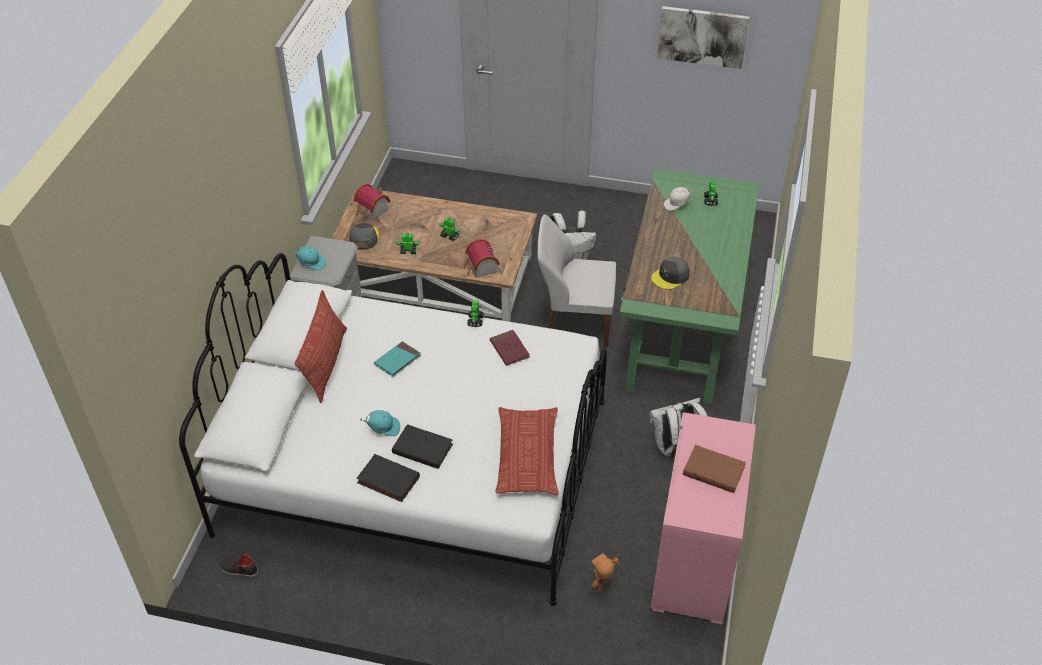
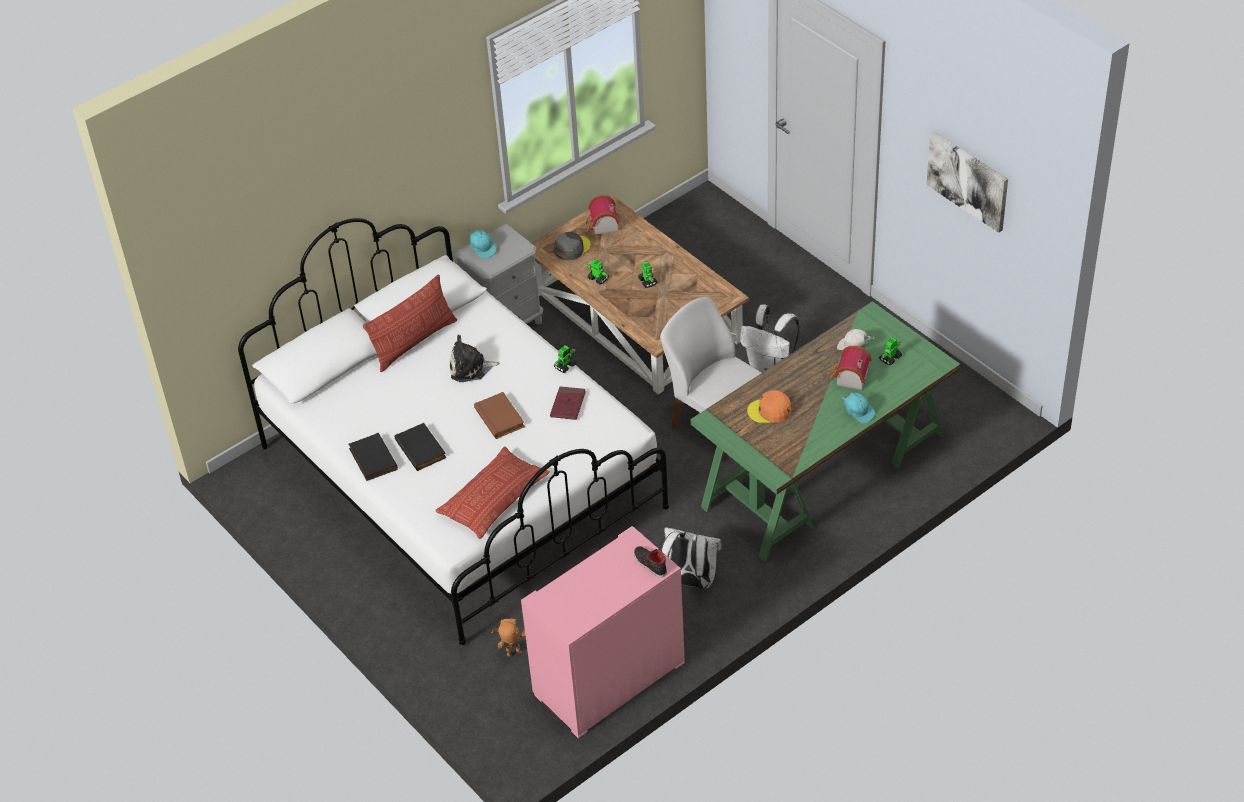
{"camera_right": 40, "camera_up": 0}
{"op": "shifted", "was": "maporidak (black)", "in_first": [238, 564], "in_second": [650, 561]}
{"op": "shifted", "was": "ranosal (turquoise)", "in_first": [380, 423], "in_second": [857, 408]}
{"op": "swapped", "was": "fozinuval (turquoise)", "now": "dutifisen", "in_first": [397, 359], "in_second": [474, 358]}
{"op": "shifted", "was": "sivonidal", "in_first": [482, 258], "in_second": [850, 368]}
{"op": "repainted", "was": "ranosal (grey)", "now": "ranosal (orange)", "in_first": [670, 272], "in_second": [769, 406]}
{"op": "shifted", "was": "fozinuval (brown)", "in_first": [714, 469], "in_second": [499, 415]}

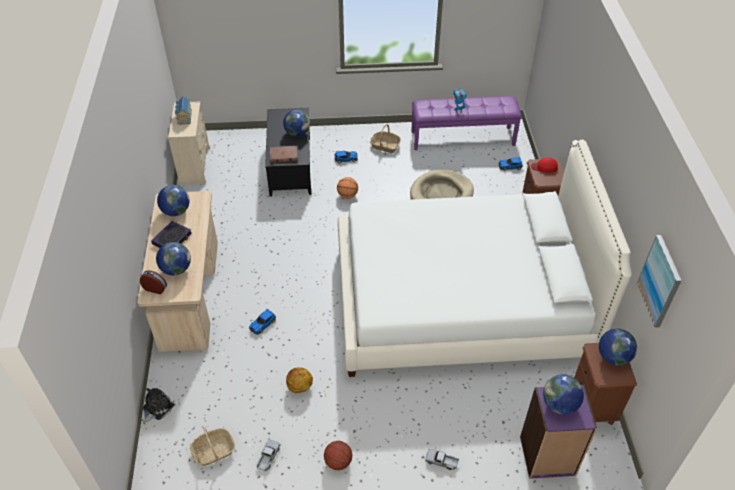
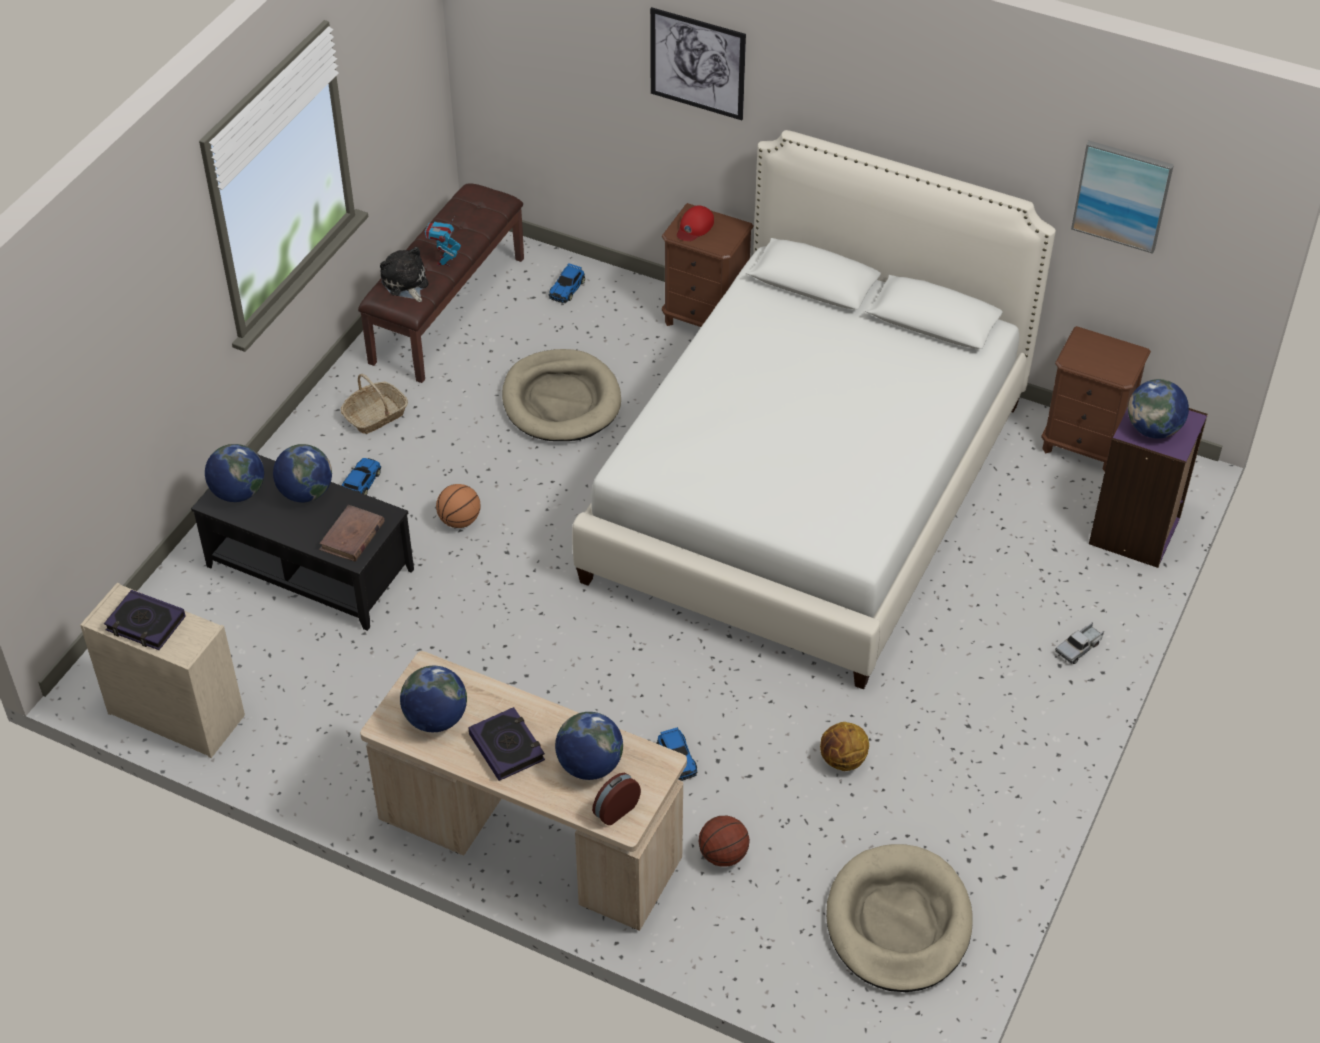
{"camera_right": -60, "camera_up": 0}
{"op": "shifted", "was": "dutifisen", "in_first": [158, 406], "in_second": [404, 274]}
{"op": "swapped", "was": "sivonidal", "now": "fozinuval", "in_first": [183, 110], "in_second": [145, 620]}
{"op": "swapped", "was": "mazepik", "now": "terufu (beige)", "in_first": [212, 446], "in_second": [899, 918]}
{"op": "gone", "was": "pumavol", "in_first": [268, 455]}
{"op": "shifted", "was": "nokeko", "in_first": [338, 455], "in_second": [724, 841]}
{"op": "repainted", "was": "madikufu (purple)", "now": "madikufu (brown)", "in_first": [466, 123], "in_second": [441, 283]}
{"op": "shifted", "was": "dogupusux", "in_first": [618, 347], "in_second": [234, 473]}
{"op": "new", "now": "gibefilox", "in_second": [698, 63]}

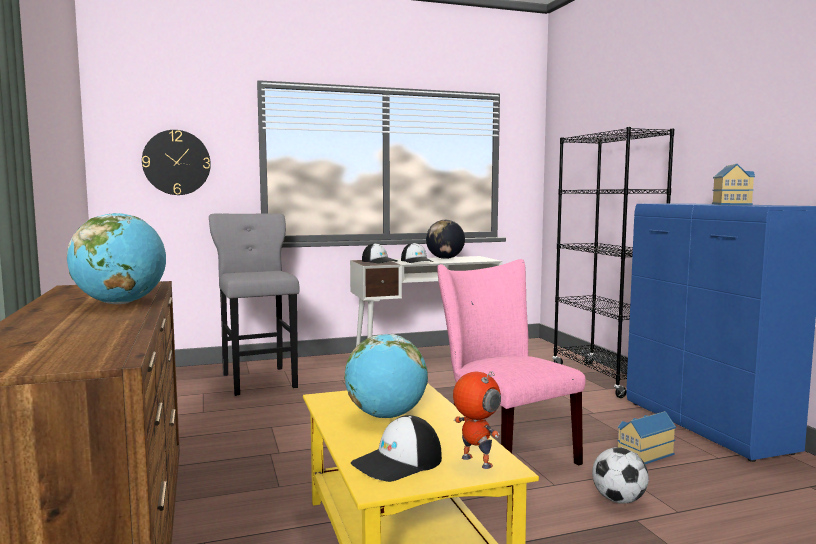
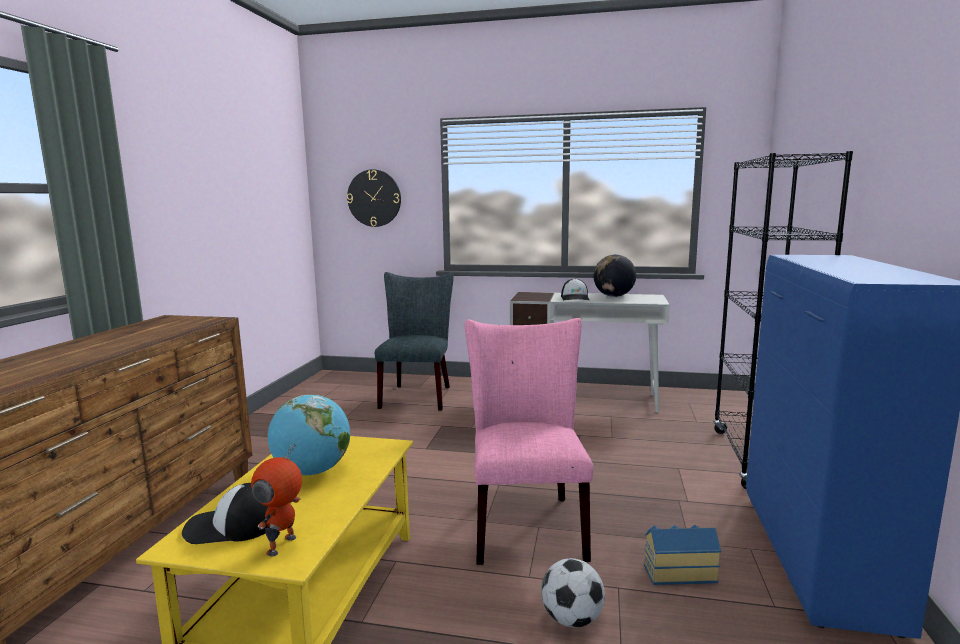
{"camera_right": 30, "camera_up": 5}
{"op": "gone", "was": "dogupusux", "in_first": [116, 258]}
{"op": "swapped", "was": "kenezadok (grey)", "now": "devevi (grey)", "in_first": [254, 304], "in_second": [414, 341]}
{"op": "gone", "was": "ranosal", "in_first": [380, 253]}
{"op": "rotated", "was": "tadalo", "in_first": [477, 420], "in_second": [276, 500], "clockwise": -150}
{"op": "gone", "was": "sivonidal", "in_first": [733, 184]}

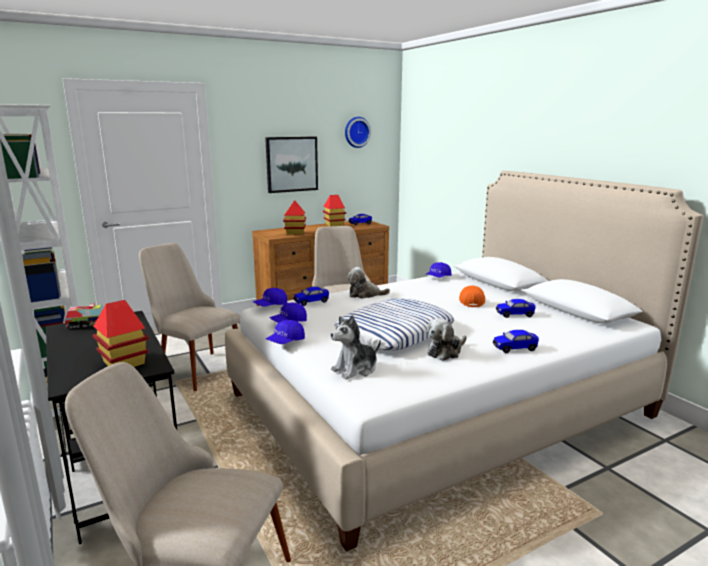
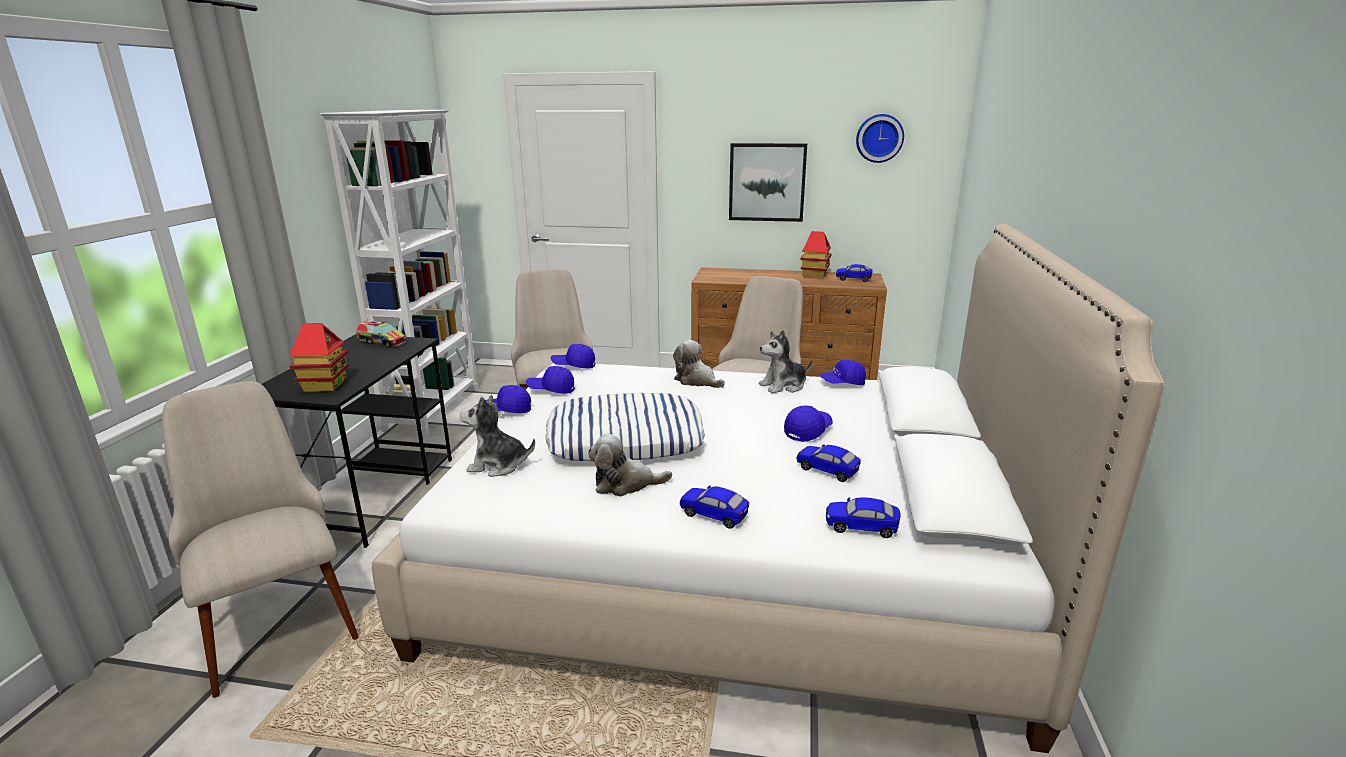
{"camera_right": 40, "camera_up": 5}
{"op": "gone", "was": "sivonidal", "in_first": [294, 217]}
{"op": "shifted", "was": "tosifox", "in_first": [311, 296], "in_second": [863, 517]}
{"op": "repainted", "was": "ranosal (orange)", "now": "ranosal (blue)", "in_first": [472, 296], "in_second": [808, 423]}
{"op": "new", "now": "dutifisen", "in_second": [785, 362]}

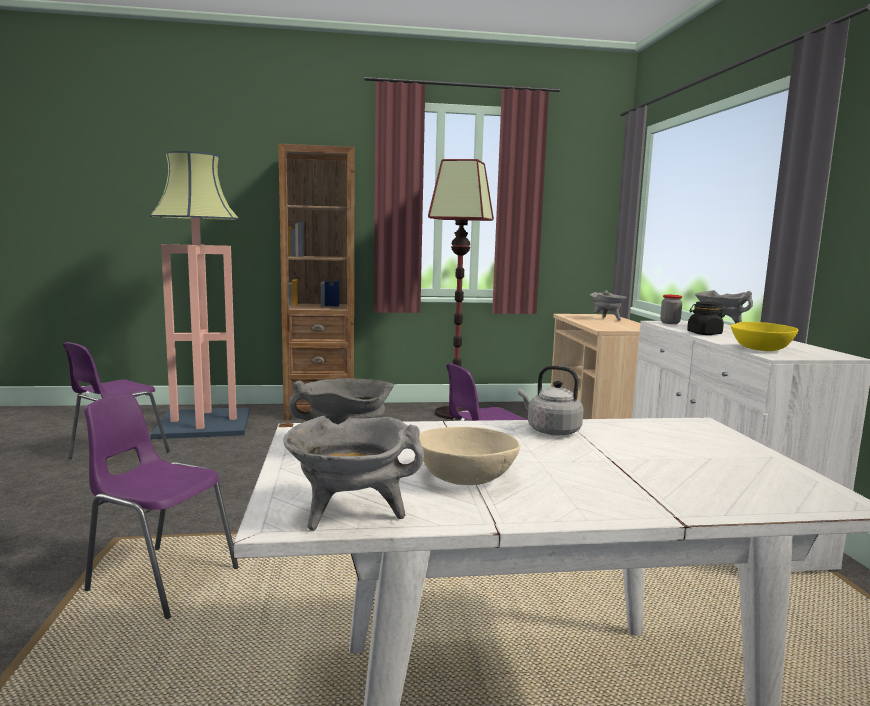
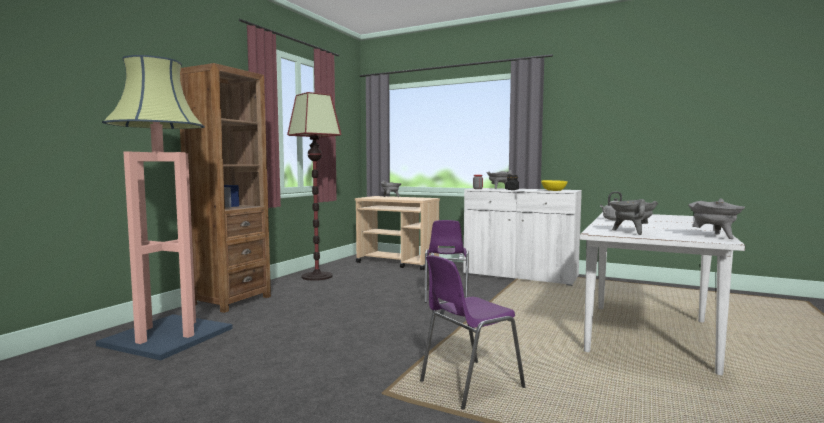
{"camera_right": -55, "camera_up": -5}
{"op": "gone", "was": "devevi (purple)", "in_first": [116, 401]}
{"op": "gone", "was": "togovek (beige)", "in_first": [469, 456]}

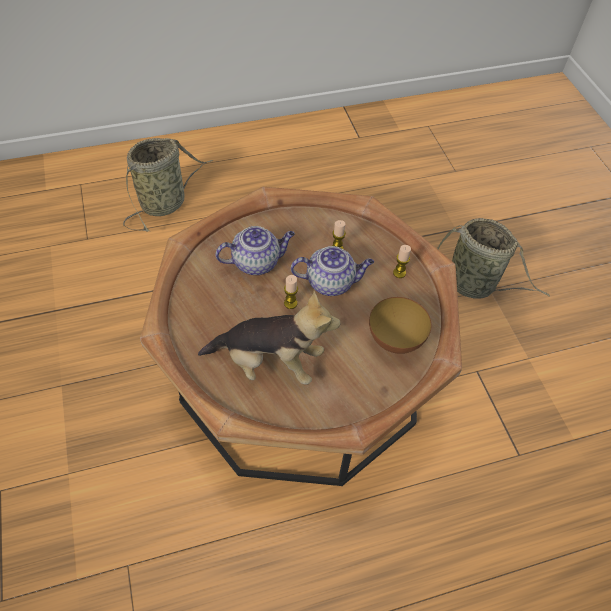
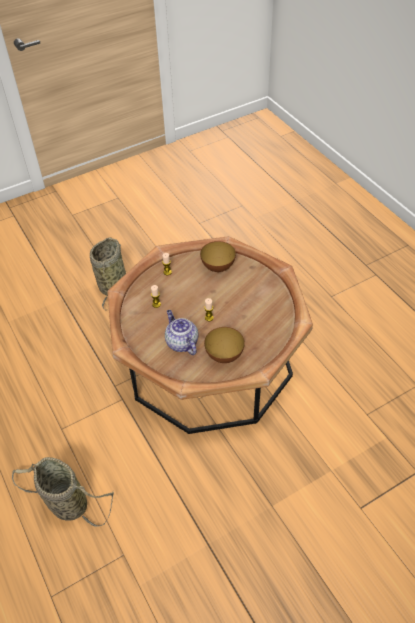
{"camera_right": -100, "camera_up": -5}
{"op": "gone", "was": "dutifisen", "in_first": [269, 338]}
{"op": "gone", "was": "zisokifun", "in_first": [332, 271]}
{"op": "new", "now": "togovek", "in_second": [224, 345]}

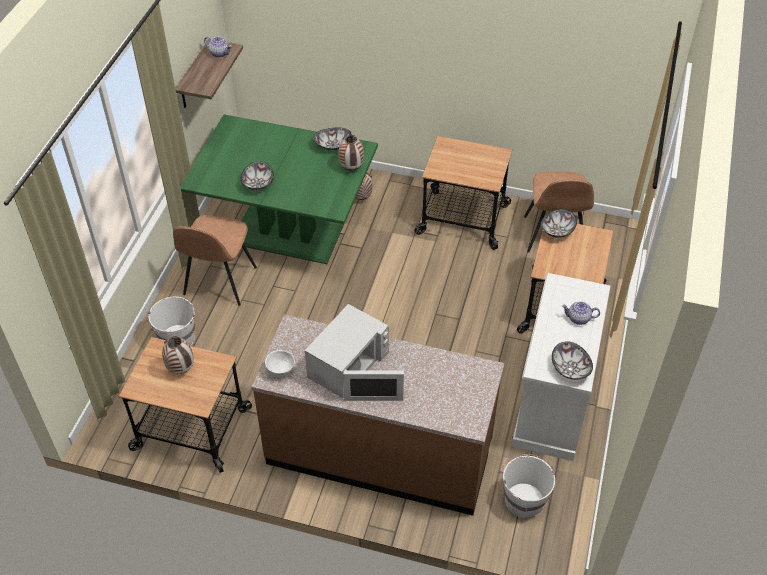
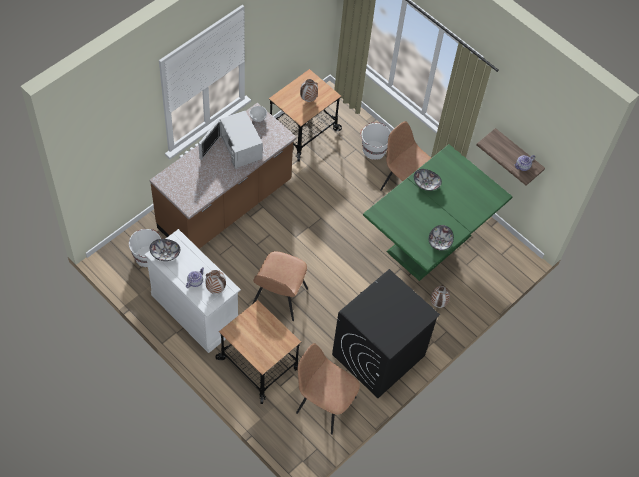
{"camera_right": 115, "camera_up": 10}
{"op": "shifted", "was": "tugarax", "in_first": [351, 152], "in_second": [215, 282]}
{"op": "swapped", "was": "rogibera", "now": "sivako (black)", "in_first": [463, 193], "in_second": [386, 333]}
{"op": "gone", "was": "togovek", "in_first": [558, 223]}
{"op": "new", "now": "devevi (brown)", "in_second": [280, 286]}

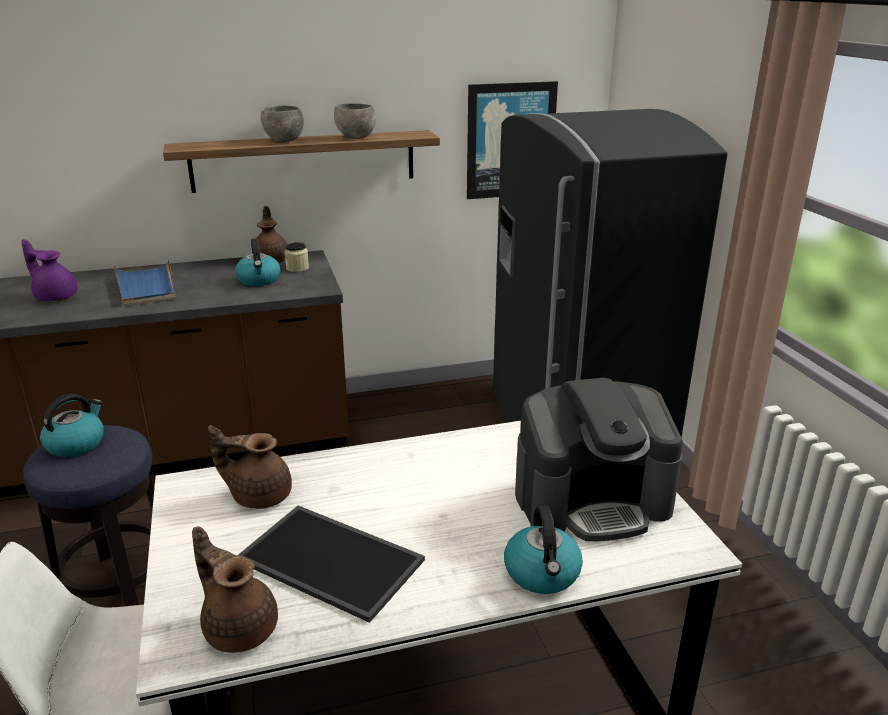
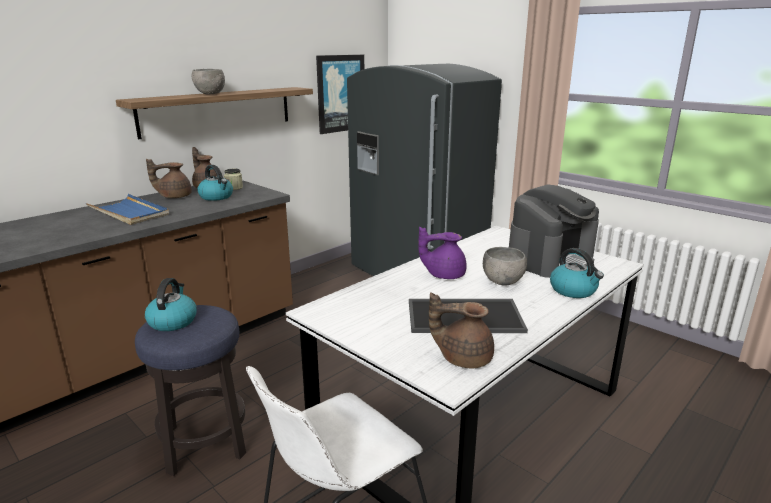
{"camera_right": -30, "camera_up": -5}
{"op": "shifted", "was": "zisokifun (purple)", "in_first": [49, 270], "in_second": [442, 253]}
{"op": "shifted", "was": "zisokifun (brown)", "in_first": [250, 467], "in_second": [169, 178]}
{"op": "shifted", "was": "togovek (grey)", "in_first": [355, 121], "in_second": [505, 266]}

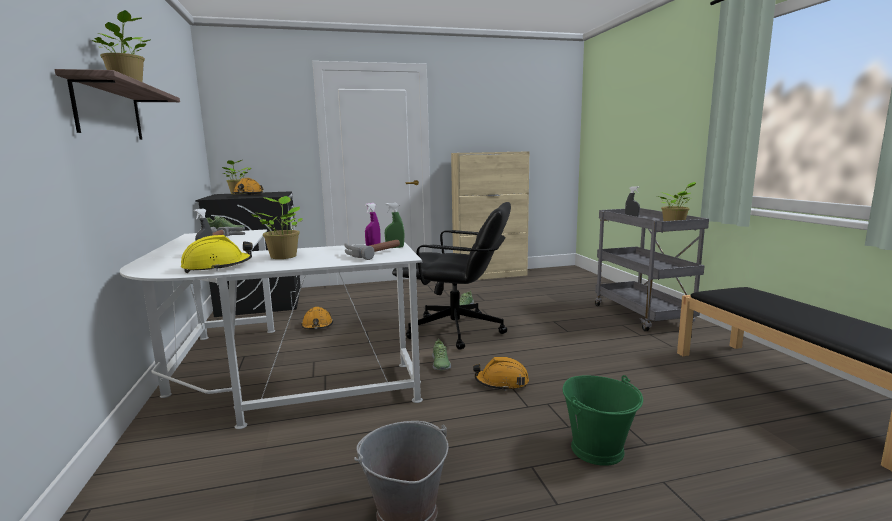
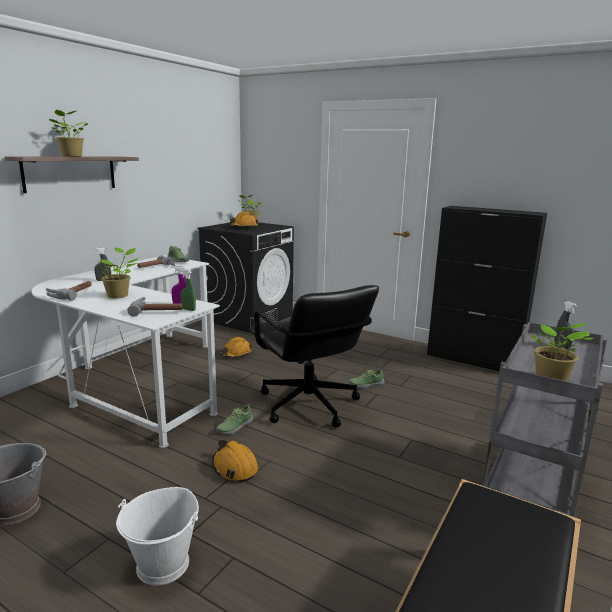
{"camera_right": 45, "camera_up": 5}
{"op": "swapped", "was": "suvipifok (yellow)", "now": "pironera", "in_first": [217, 254], "in_second": [69, 290]}
{"op": "repainted", "was": "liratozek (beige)", "now": "liratozek (black)", "in_first": [490, 215], "in_second": [487, 288]}
{"op": "repainted", "was": "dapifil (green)", "now": "dapifil (white)", "in_first": [603, 420], "in_second": [157, 536]}

